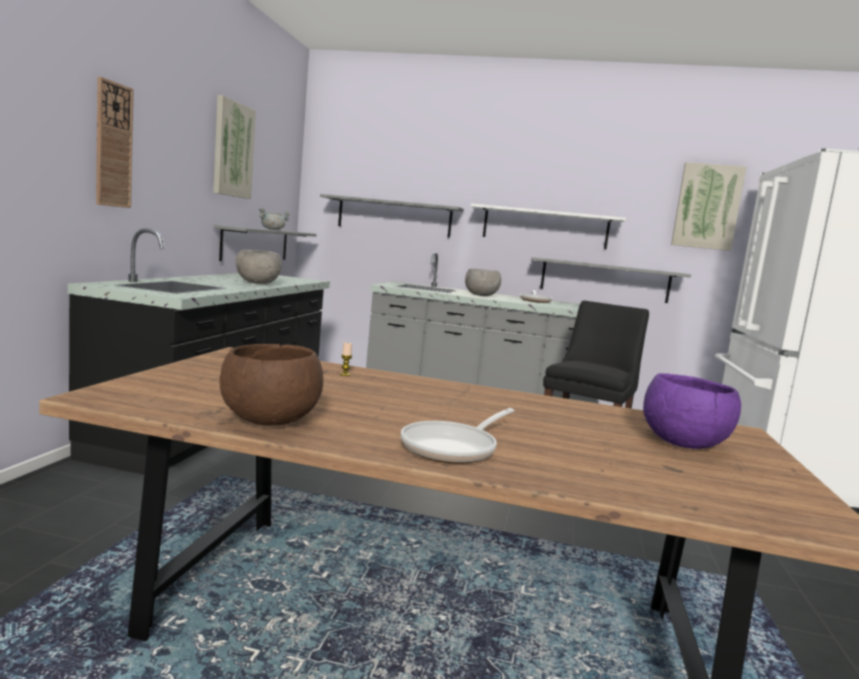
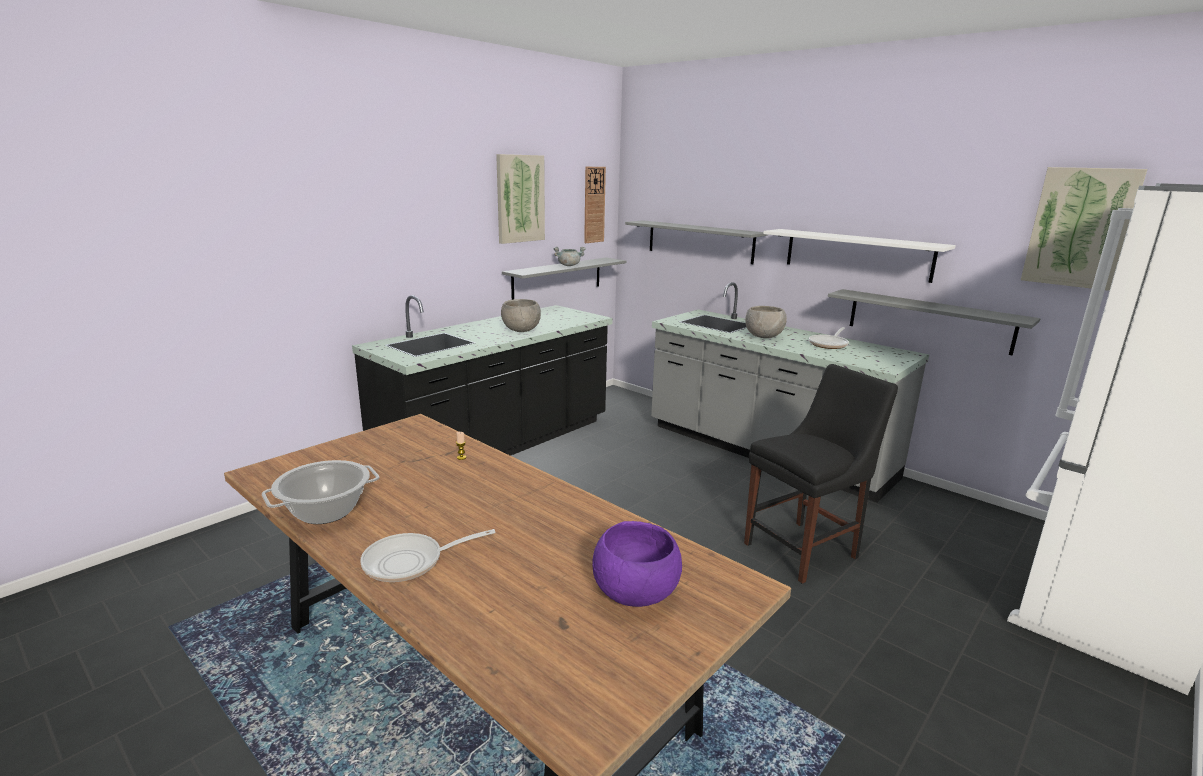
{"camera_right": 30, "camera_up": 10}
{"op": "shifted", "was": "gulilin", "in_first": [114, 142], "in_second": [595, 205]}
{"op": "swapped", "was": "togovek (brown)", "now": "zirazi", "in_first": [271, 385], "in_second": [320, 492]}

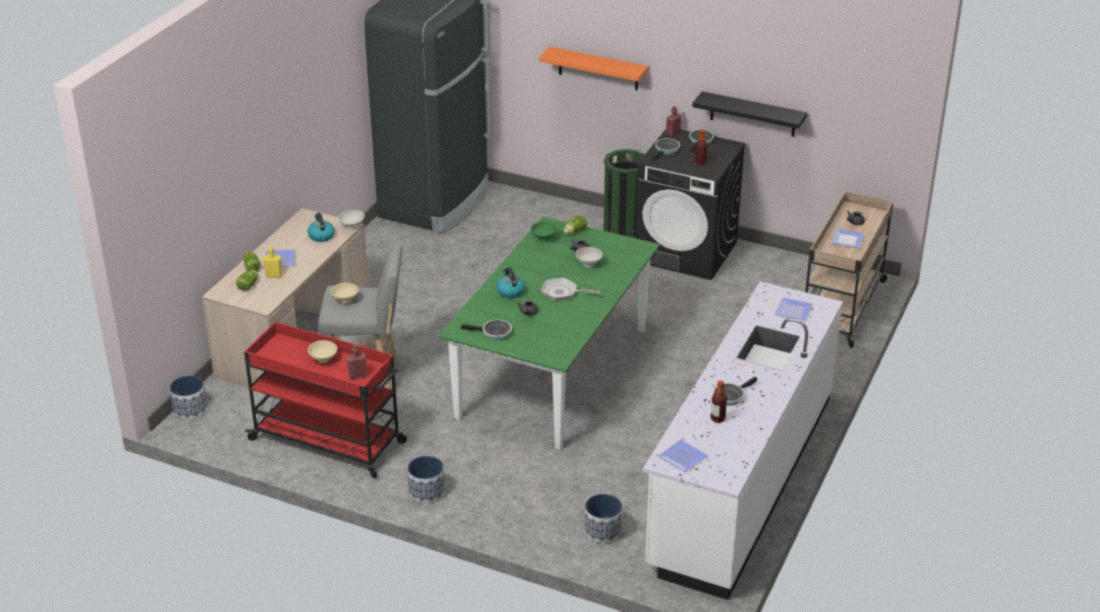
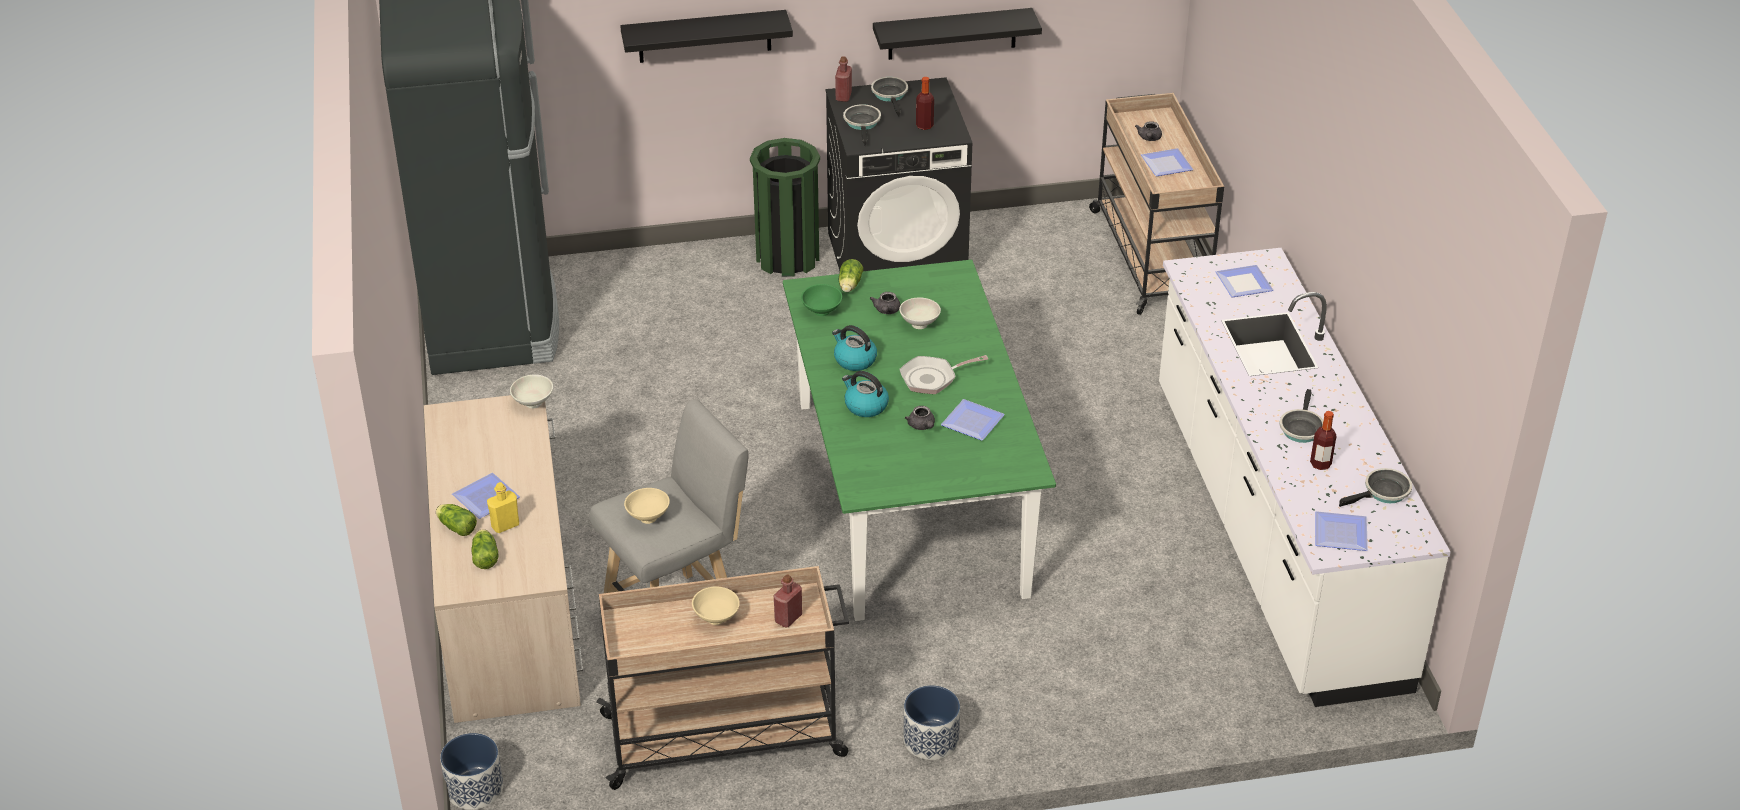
{"camera_right": -35, "camera_up": 5}
{"op": "repainted", "was": "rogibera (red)", "now": "rogibera (beige)", "in_first": [325, 400], "in_second": [722, 678]}
{"op": "shifted", "was": "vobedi", "in_first": [321, 227], "in_second": [854, 348]}
{"op": "shifted", "was": "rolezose", "in_first": [486, 330], "in_second": [1375, 487]}
{"op": "repainted", "was": "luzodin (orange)", "now": "luzodin (black)", "in_first": [594, 68], "in_second": [706, 36]}
{"op": "gone", "was": "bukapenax", "in_first": [603, 518]}
{"op": "new", "now": "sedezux", "in_second": [973, 420]}

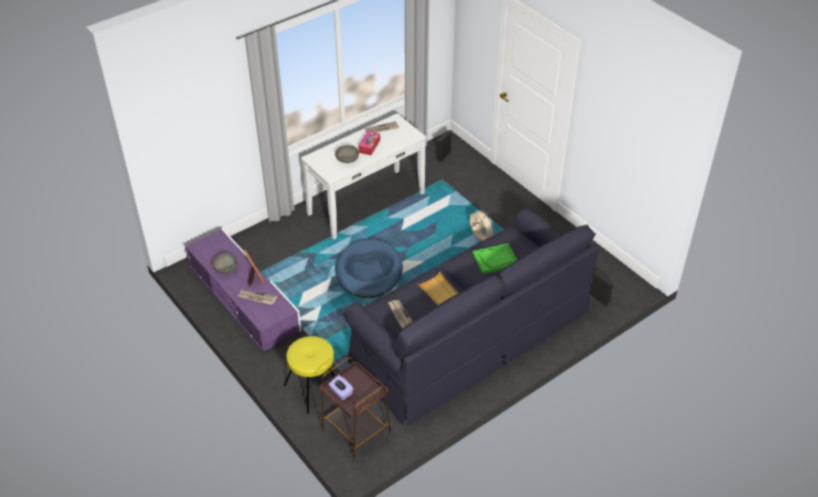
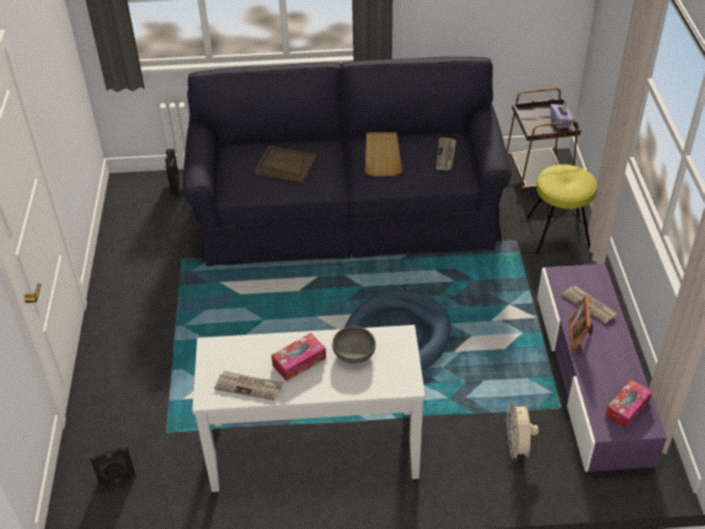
{"camera_right": -145, "camera_up": 0}
{"op": "gone", "was": "togovek (grey)", "in_first": [225, 263]}
{"op": "shifted", "was": "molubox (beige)", "in_first": [482, 225], "in_second": [522, 430]}
{"op": "repainted", "was": "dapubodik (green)", "now": "dapubodik (brown)", "in_first": [494, 258], "in_second": [286, 164]}
{"op": "new", "now": "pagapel", "in_second": [628, 404]}

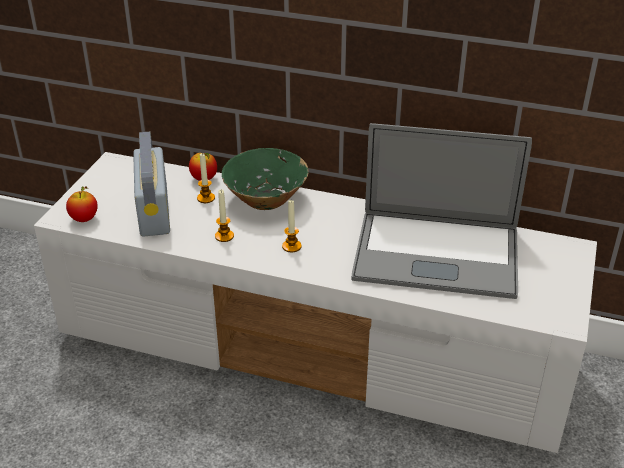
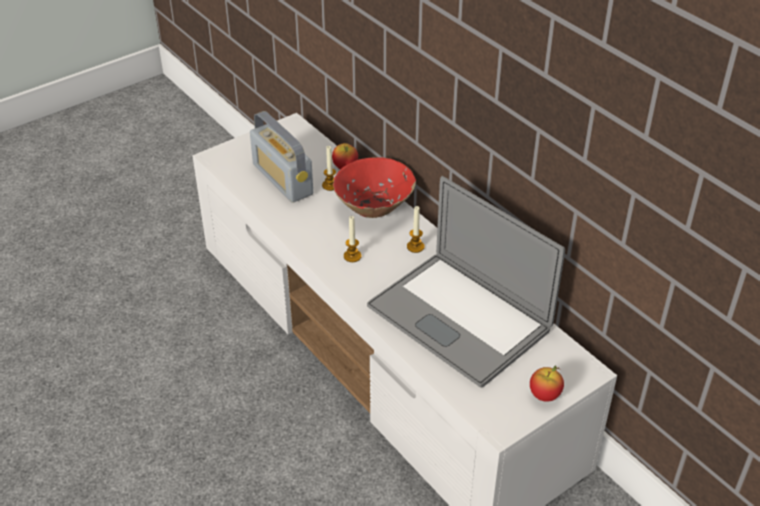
{"camera_right": 35, "camera_up": 5}
{"op": "shifted", "was": "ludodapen", "in_first": [82, 204], "in_second": [547, 383]}
{"op": "rotated", "was": "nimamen", "in_first": [151, 184], "in_second": [281, 157], "clockwise": -60}
{"op": "shifted", "was": "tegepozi", "in_first": [224, 215], "in_second": [416, 229]}
{"op": "repainted", "was": "togovek (green)", "now": "togovek (red)", "in_first": [265, 179], "in_second": [374, 187]}

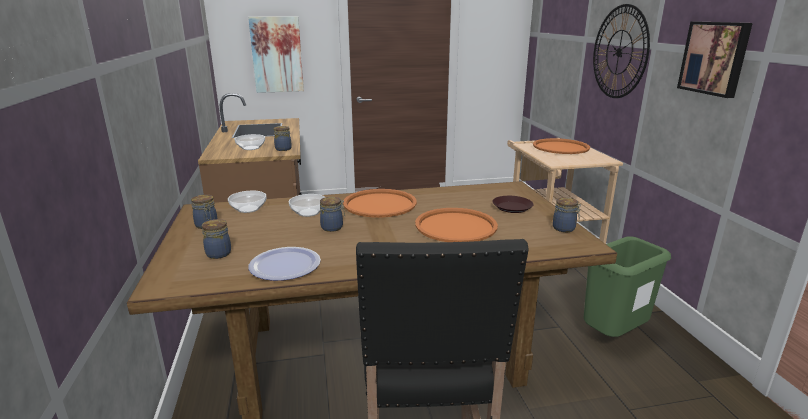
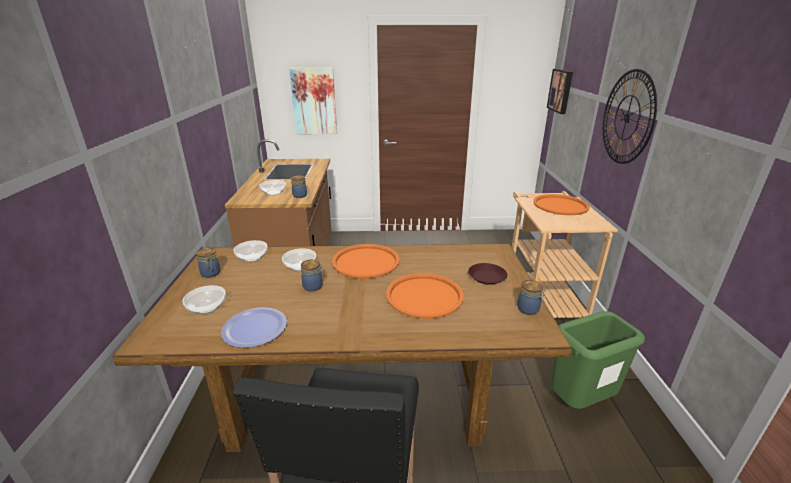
{"camera_right": 10, "camera_up": 5}
{"op": "swapped", "was": "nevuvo", "now": "togovek", "in_first": [216, 239], "in_second": [204, 299]}
{"op": "shifted", "was": "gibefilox", "in_first": [715, 60], "in_second": [560, 91]}

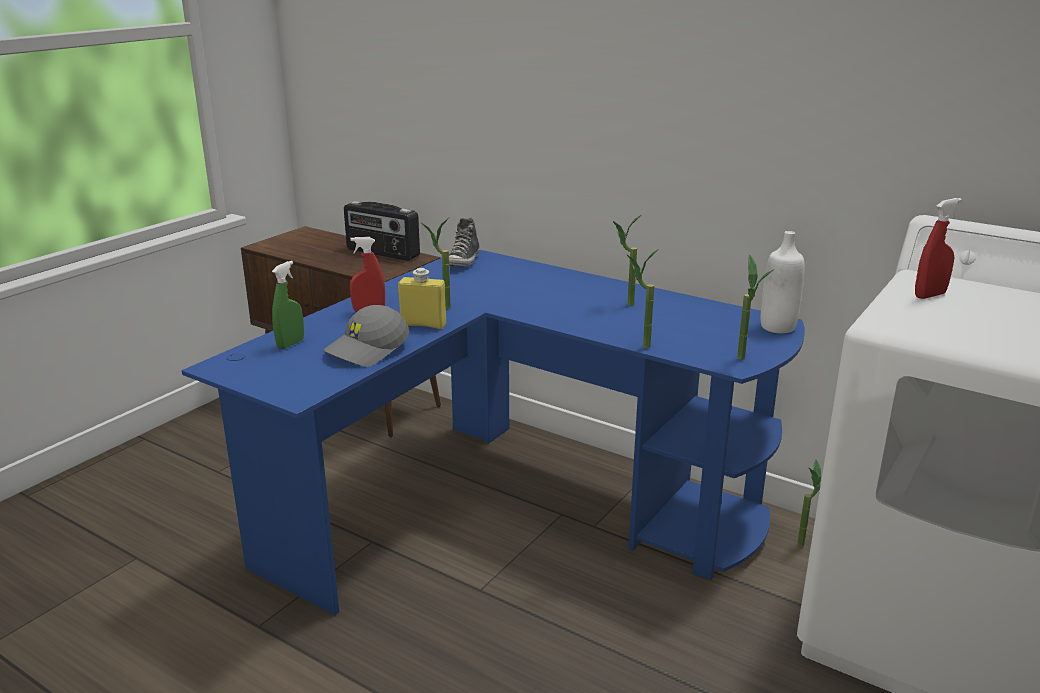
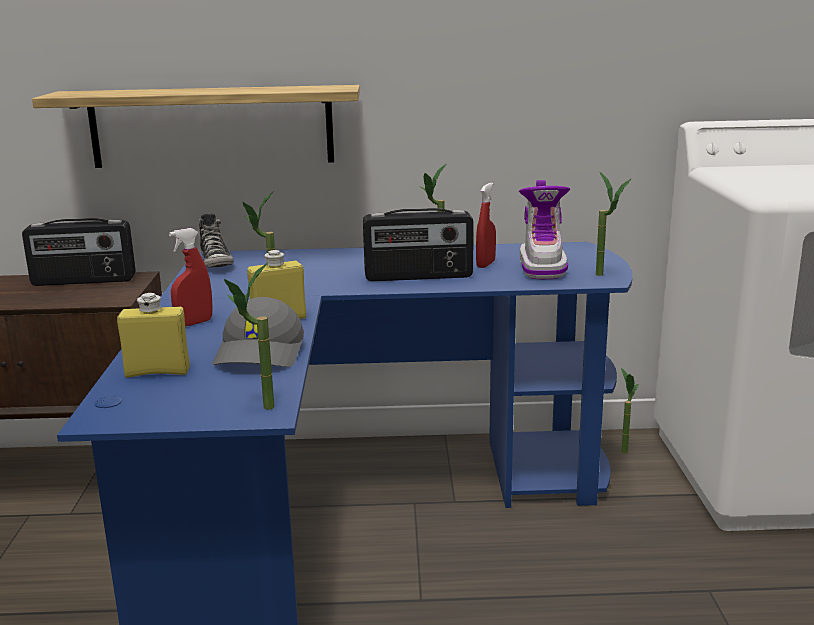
{"camera_right": -35, "camera_up": -5}
{"op": "swapped", "was": "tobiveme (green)", "now": "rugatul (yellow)", "in_first": [288, 305], "in_second": [153, 335]}
{"op": "shifted", "was": "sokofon", "in_first": [642, 298], "in_second": [249, 336]}
{"op": "gone", "was": "rugatul (white)", "in_first": [783, 282]}
{"op": "shifted", "was": "tobiveme (red)", "in_first": [938, 248], "in_second": [486, 225]}
{"op": "new", "now": "luzodin", "in_second": [196, 126]}
{"op": "new", "now": "nimamen", "in_second": [418, 244]}
{"op": "new", "now": "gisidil", "in_second": [544, 229]}

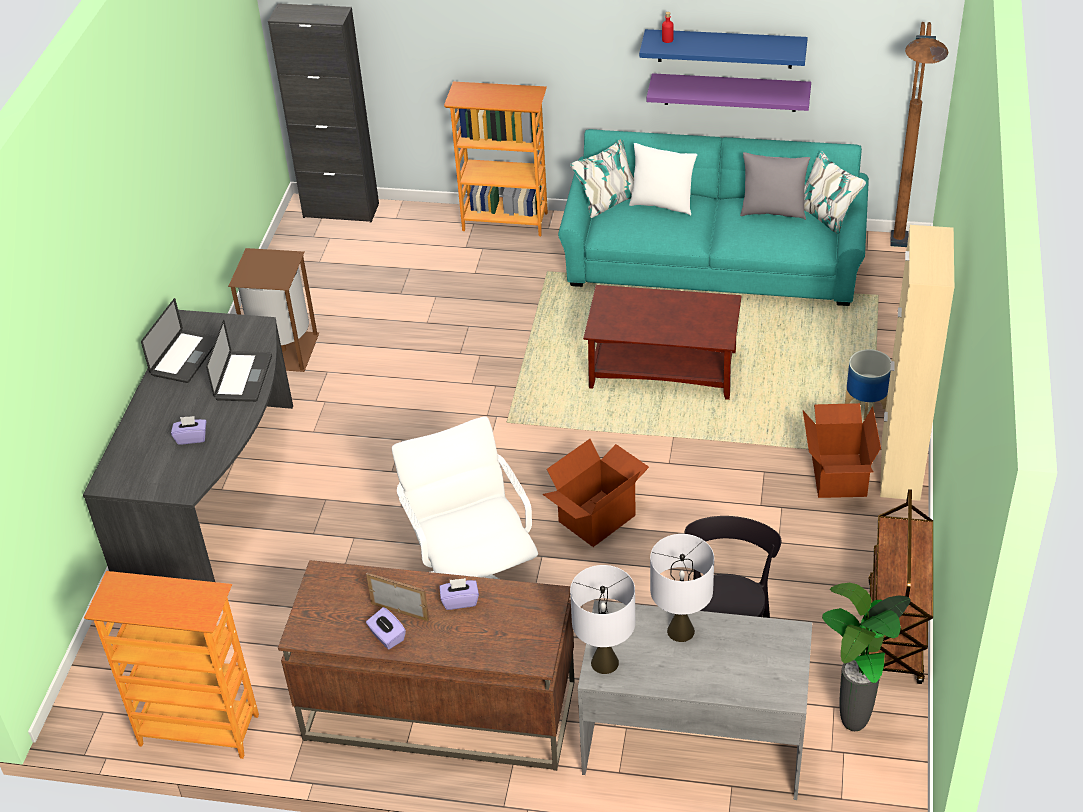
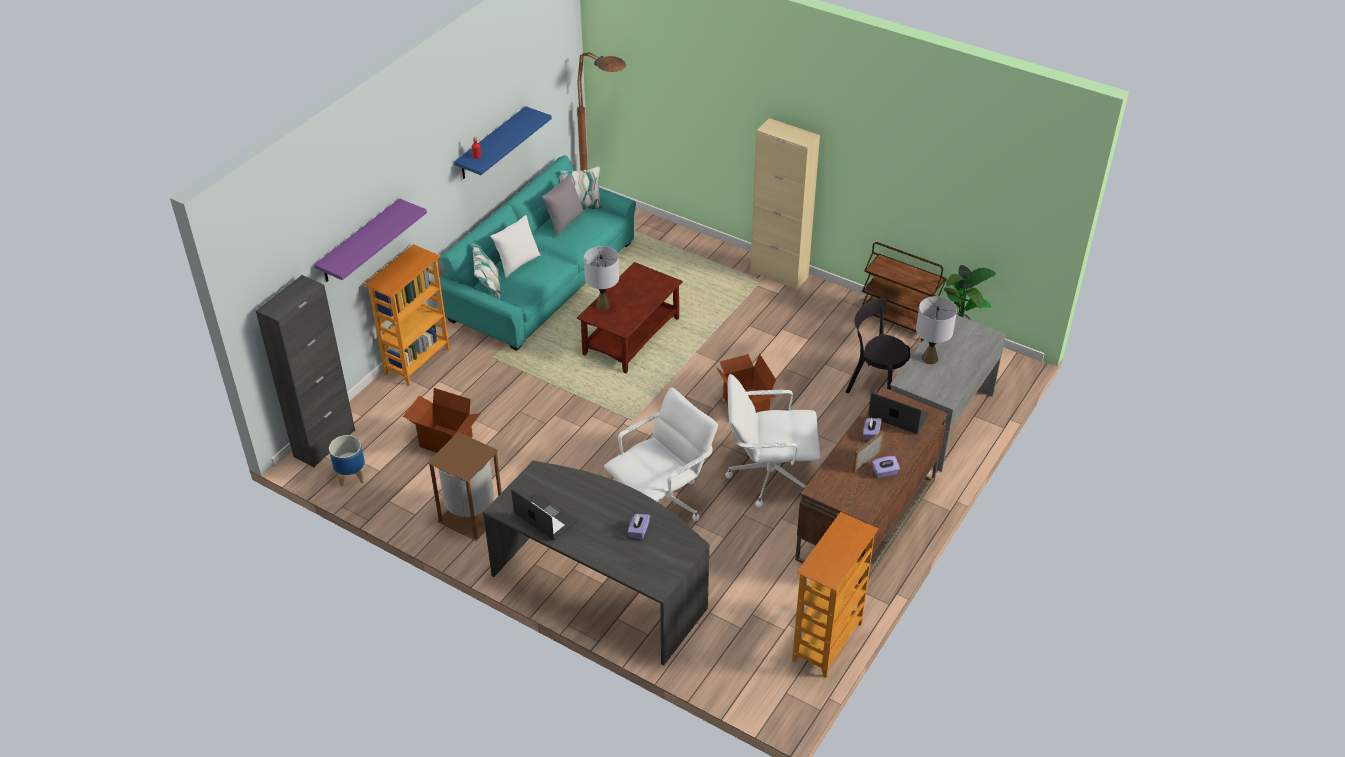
{"camera_right": -70, "camera_up": 0}
{"op": "shifted", "was": "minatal", "in_first": [239, 361], "in_second": [898, 413]}
{"op": "shifted", "was": "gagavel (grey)", "in_first": [602, 619], "in_second": [601, 278]}
{"op": "shifted", "was": "luzodin (purple)", "in_first": [729, 92], "in_second": [370, 240]}
{"op": "shifted", "was": "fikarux", "in_first": [842, 450], "in_second": [442, 420]}
{"op": "shifted", "was": "bukapenax", "in_first": [868, 384], "in_second": [347, 461]}
{"op": "new", "now": "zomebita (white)", "in_second": [661, 454]}

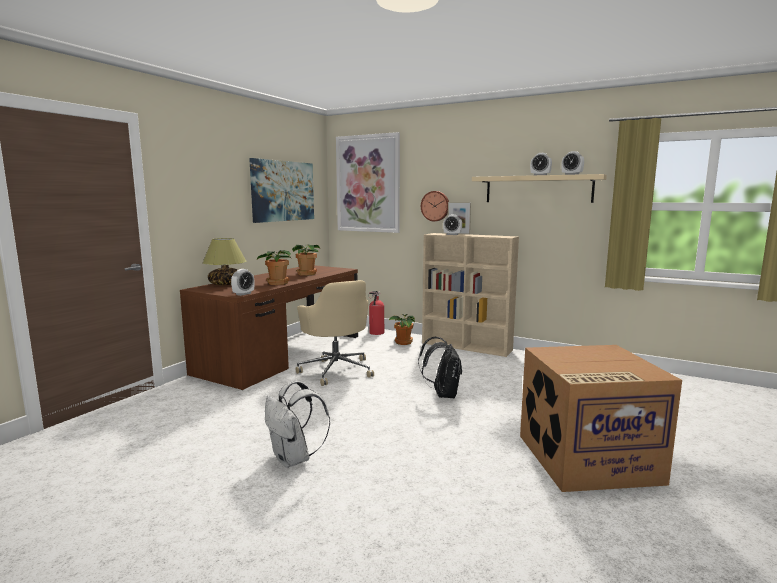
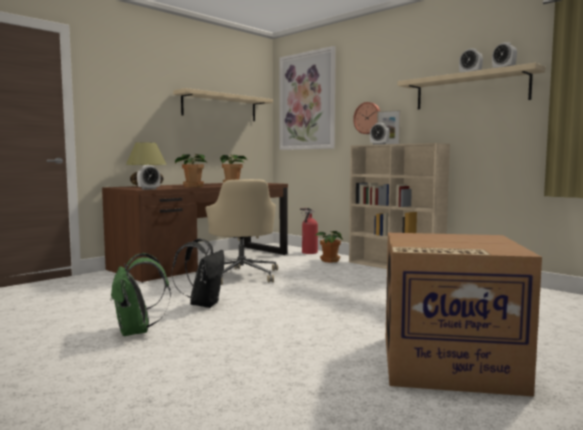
{"camera_right": 15, "camera_up": -5}
{"op": "swapped", "was": "gibefilox", "now": "luzodin (beige)", "in_first": [281, 190], "in_second": [223, 104]}
{"op": "repainted", "was": "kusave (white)", "now": "kusave (green)", "in_first": [297, 424], "in_second": [140, 294]}
{"op": "shifted", "was": "kusave (black)", "in_first": [440, 367], "in_second": [198, 273]}

